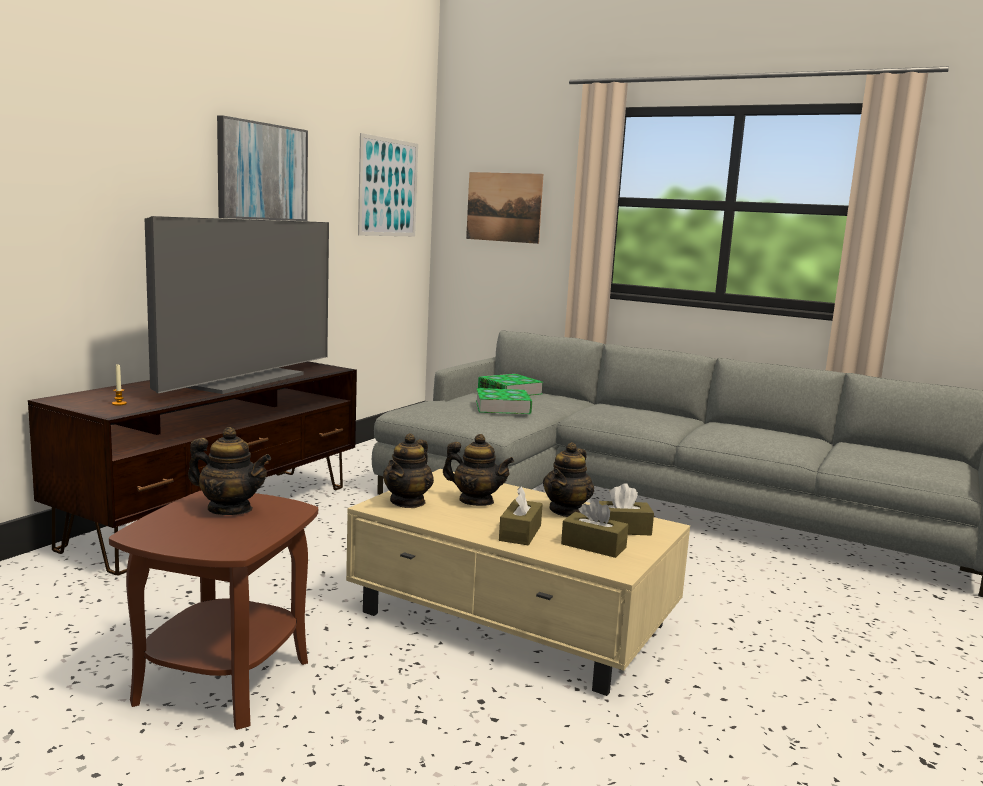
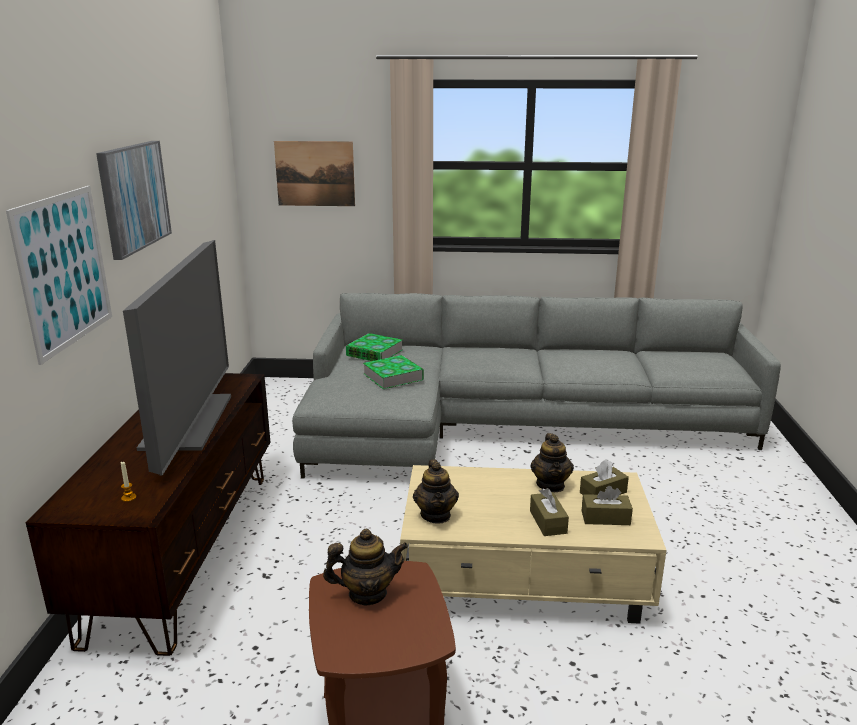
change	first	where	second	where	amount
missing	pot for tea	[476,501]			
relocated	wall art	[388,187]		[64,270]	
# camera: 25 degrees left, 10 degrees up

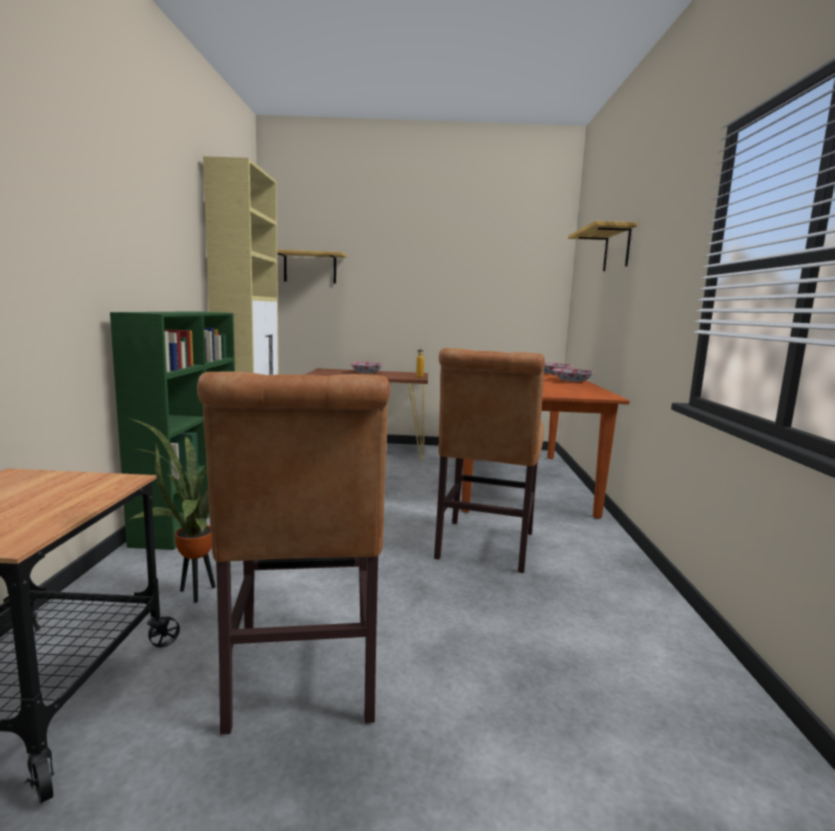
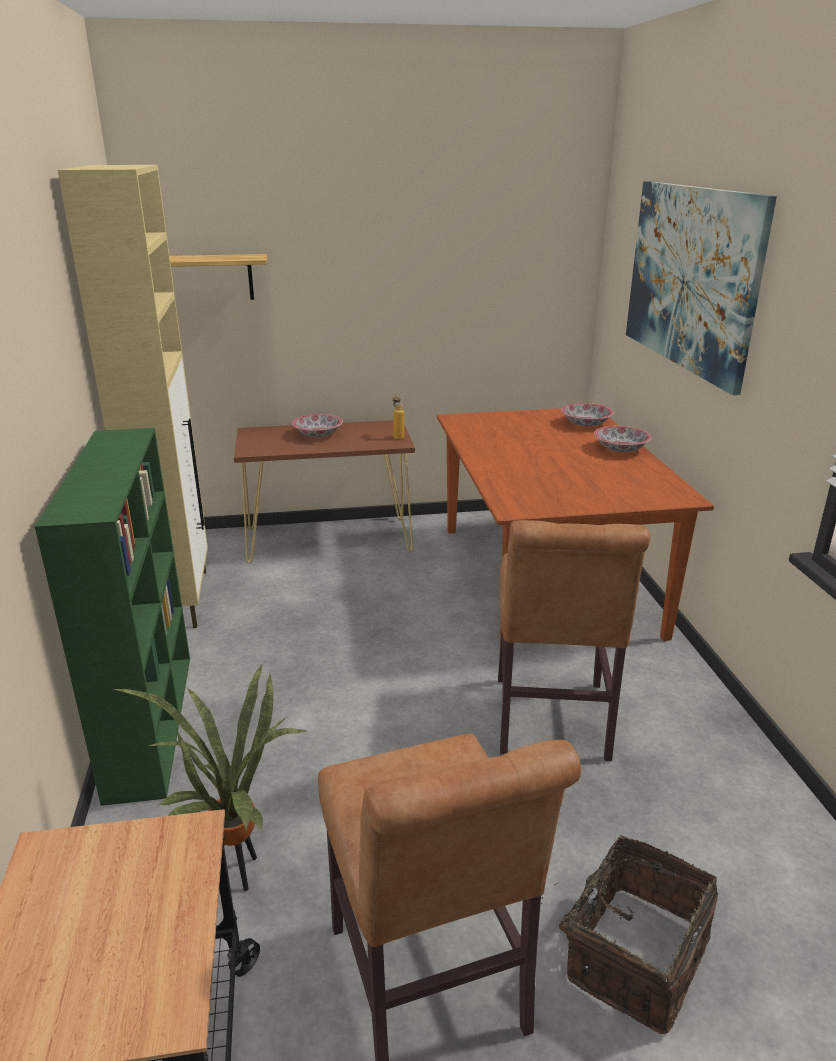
change	first	where	second	where	amount
appeared			household basket	[633,954]	
exchanged	shelf	[617,249]	wall art	[690,278]	
# camera: 10 degrees left, 15 degrees up

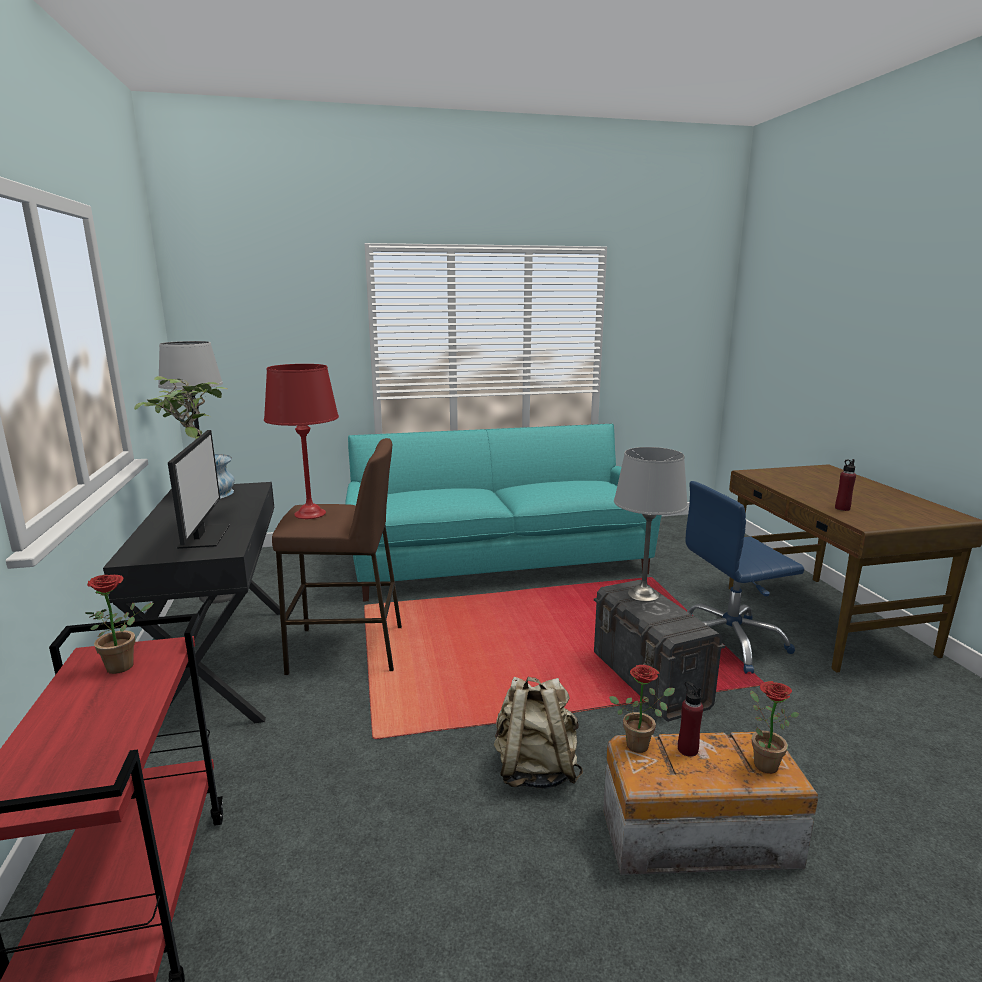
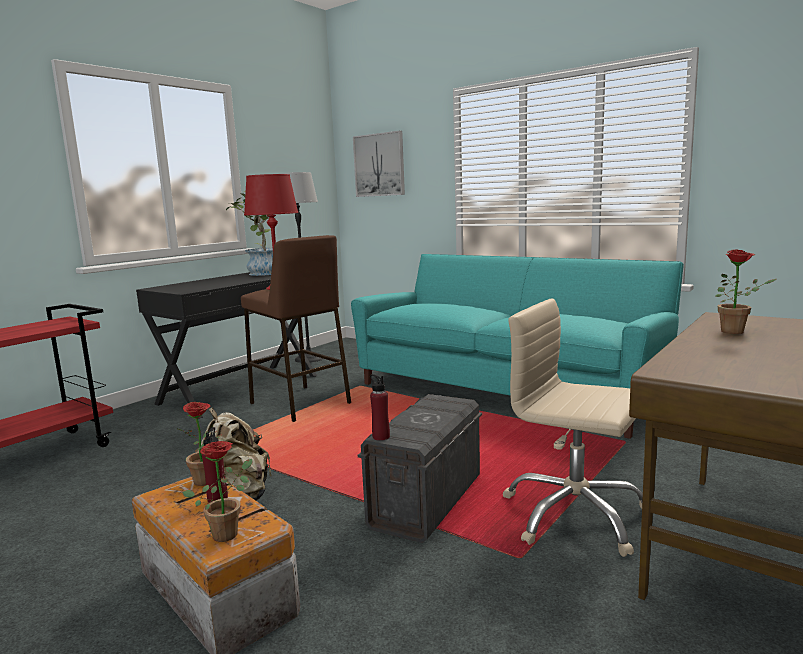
change	first	where	second	where	amount
missing	computer screen	[203,536]			
missing	grey table lamp	[642,595]			
appeared			wall art	[379,165]	
relocated	potted plant	[126,665]		[737,331]	
relocated	red-coloured beverage bottle	[842,508]		[381,437]	
colour	bluish computer chair	[729,642]	beige computer chair	[574,515]	
# camera: 50 degrees right, 5 degrees down

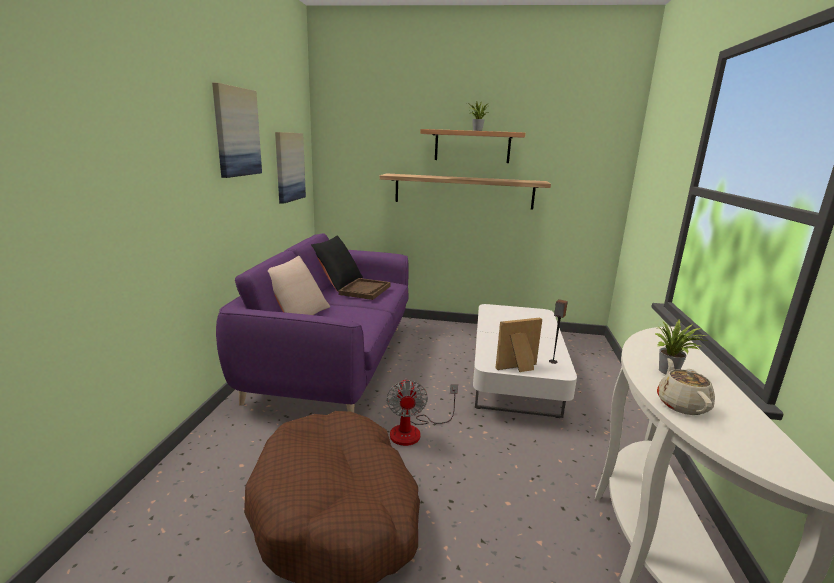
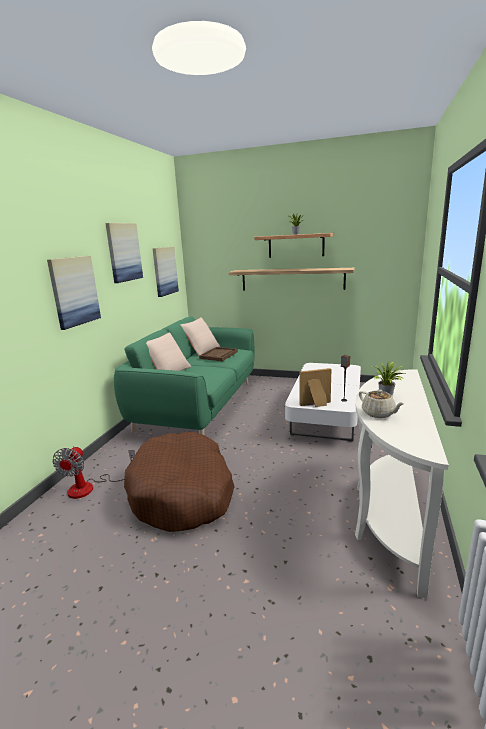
change	first	where	second	where	amount
appeared			wall art	[74,291]	
relocated	electric fan	[414,431]		[90,487]	
colour	purplish sofa	[333,361]	greenish sofa	[198,405]	
colour	black-coloured throw pillow	[338,282]	beige throw pillow	[201,350]	
spun	beige pot for tea	[681,404]		[378,413]	135 degrees clockwise
# camera: 10 degrees right, 0 degrees up

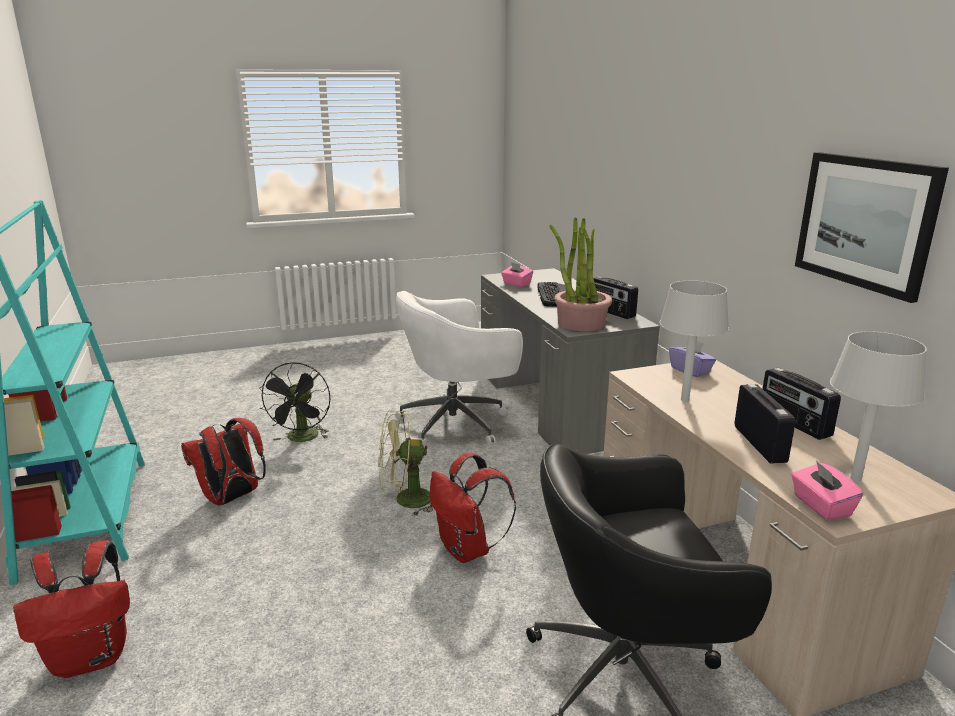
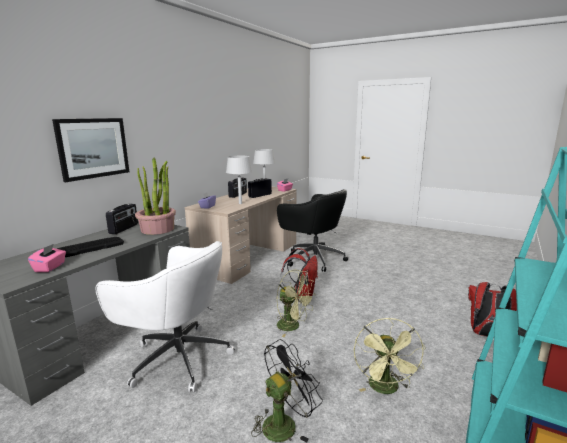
change	first	where	second	where	amount
relocated	wall art	[865,222]		[93,148]	
exchanged	red-coloured rucksack	[231,498]	greenish electric fan	[386,389]	
# camera: 130 degrees left, 5 degrees down

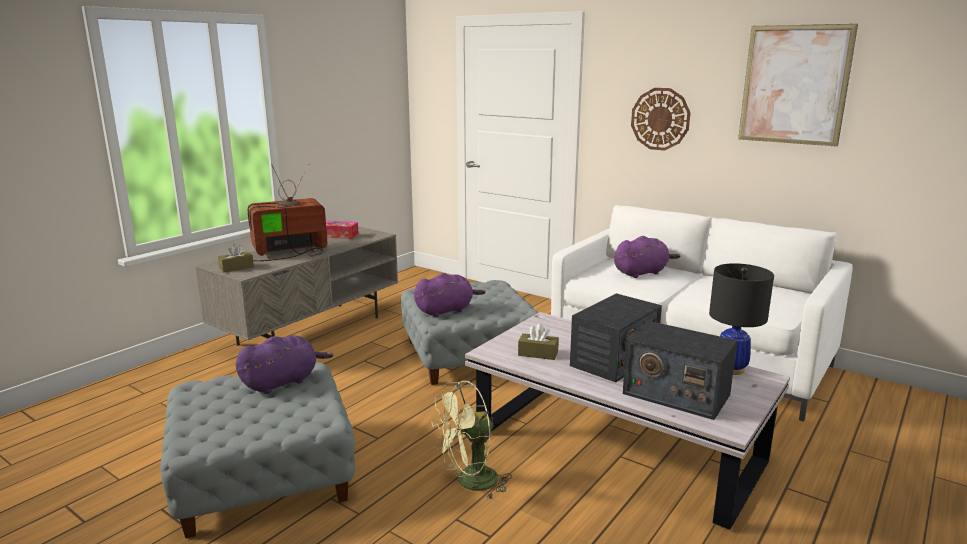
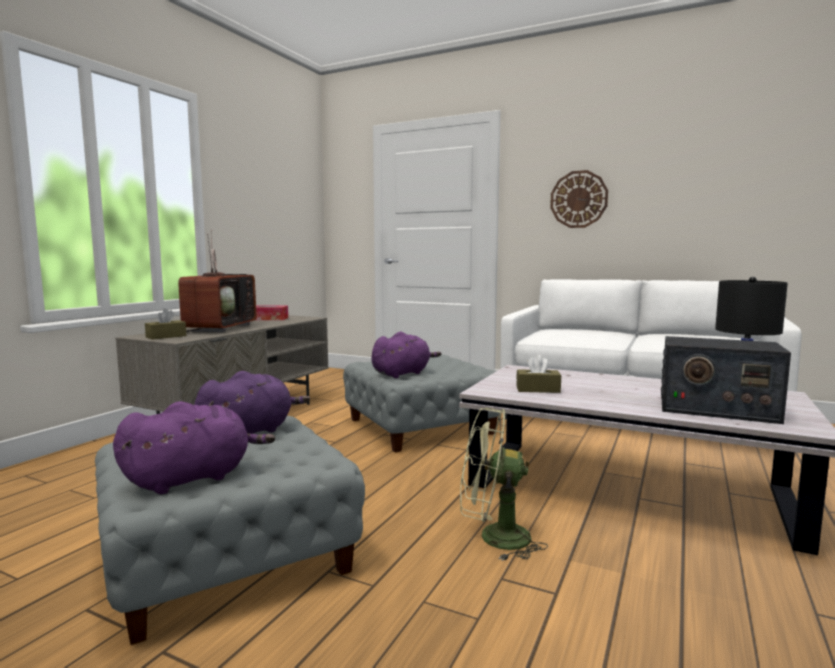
change	first	where	second	where	amount
missing	radio	[614,360]			
missing	wall art	[794,85]			
relocated	purplish cuddly toy	[642,273]		[193,478]	
spun	TV set	[288,252]		[220,327]	135 degrees clockwise
spun	greenish electric fan	[470,483]		[493,538]	45 degrees clockwise
# camera: 10 degrees left, 10 degrees down

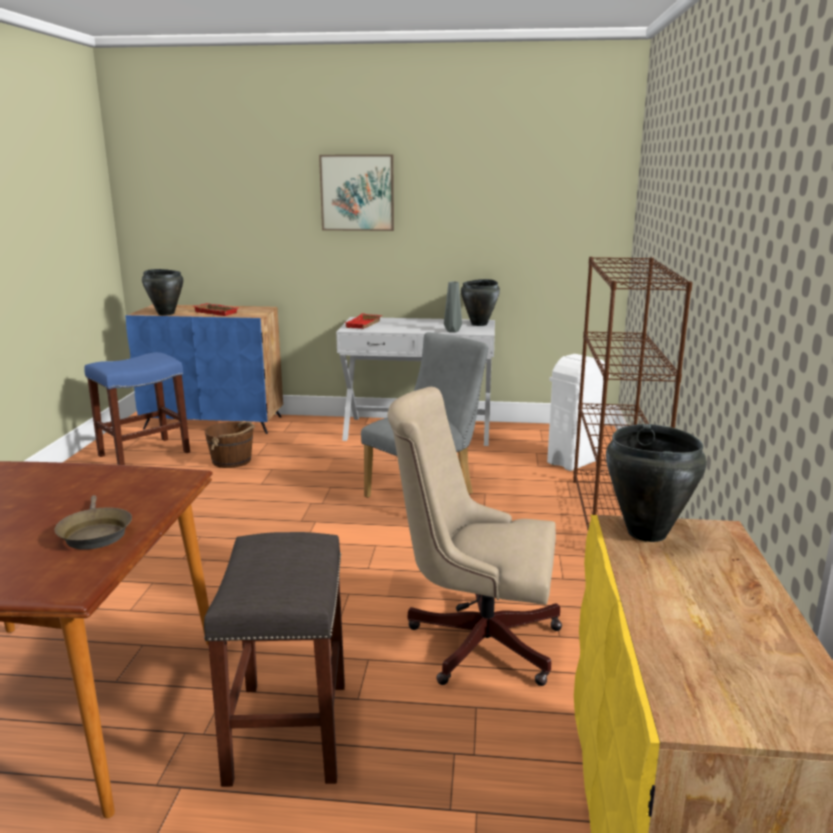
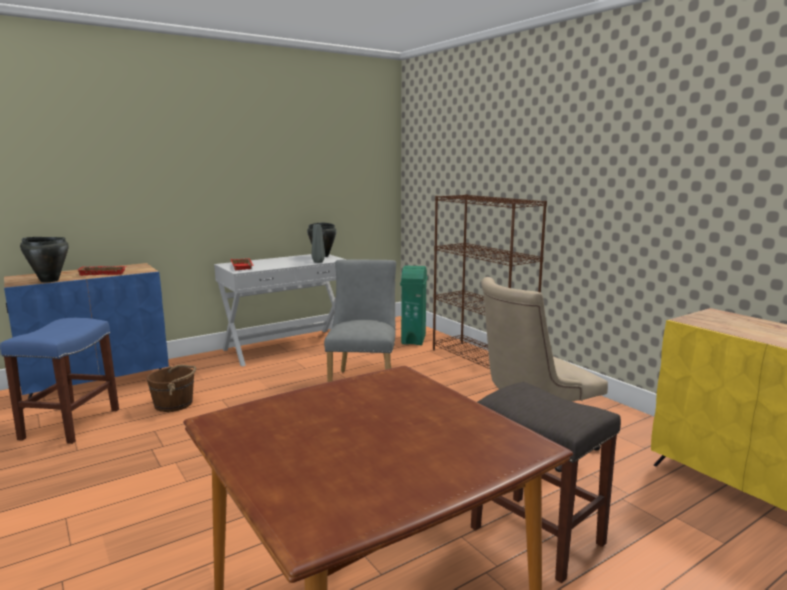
change	first	where	second	where	amount
missing	brownish pan	[95,533]			
missing	wall art	[357,193]			
missing	black-coloured cooking pot	[646,533]			
colour	white-coloured trash can	[574,461]	greenish trash can	[414,339]	
# camera: 40 degrees left, 5 degrees down

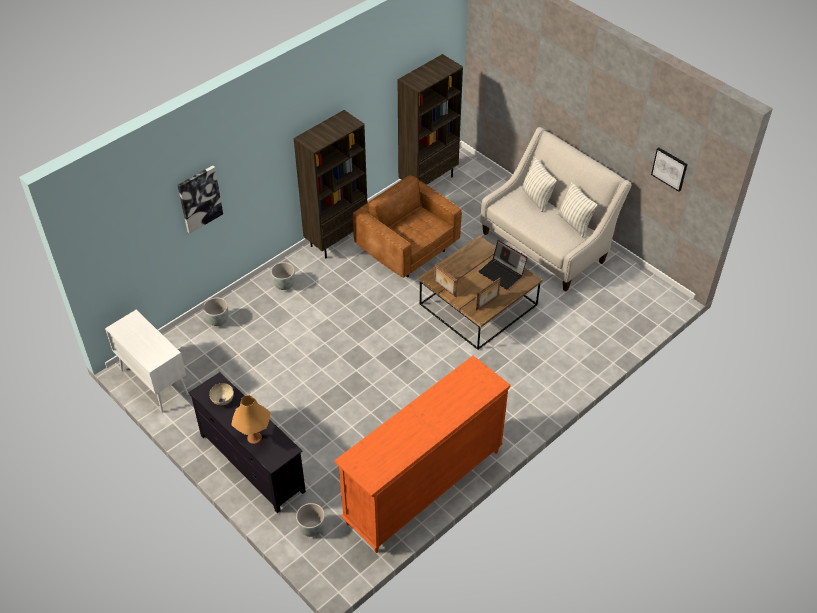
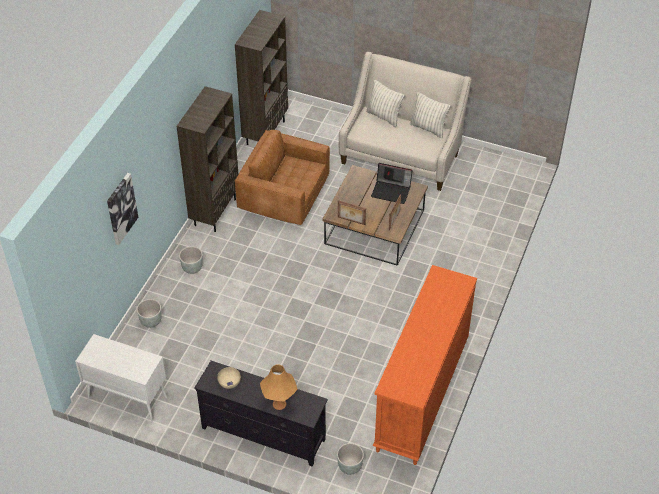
change	first	where	second	where	amount
missing	wall art	[669,168]			
# camera: 25 degrees left, 0 degrees up

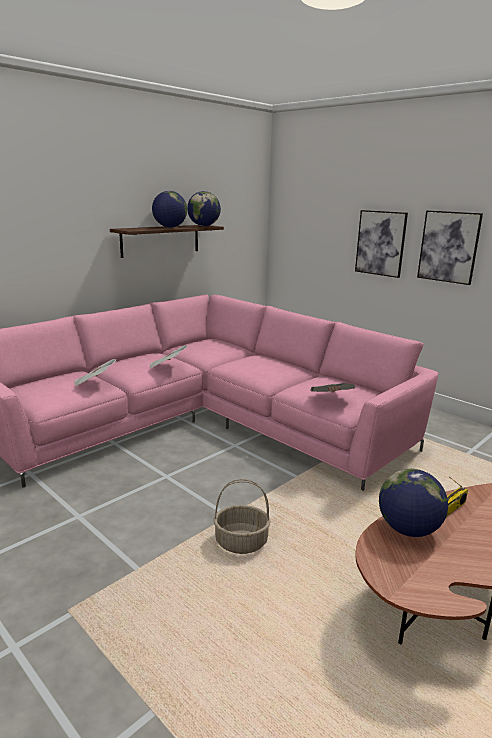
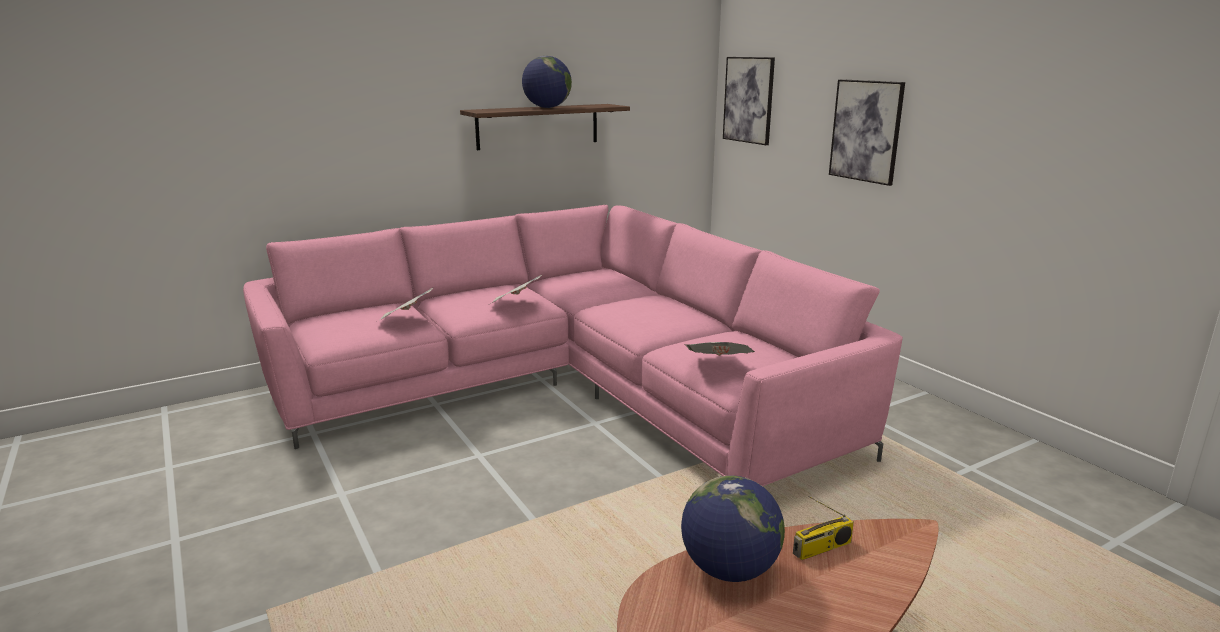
change	first	where	second	where	amount
missing	desk globe	[204,226]			
missing	household basket	[241,542]			
relocated	wall art	[448,247]		[748,100]	
# camera: 15 degrees right, 0 degrees up

